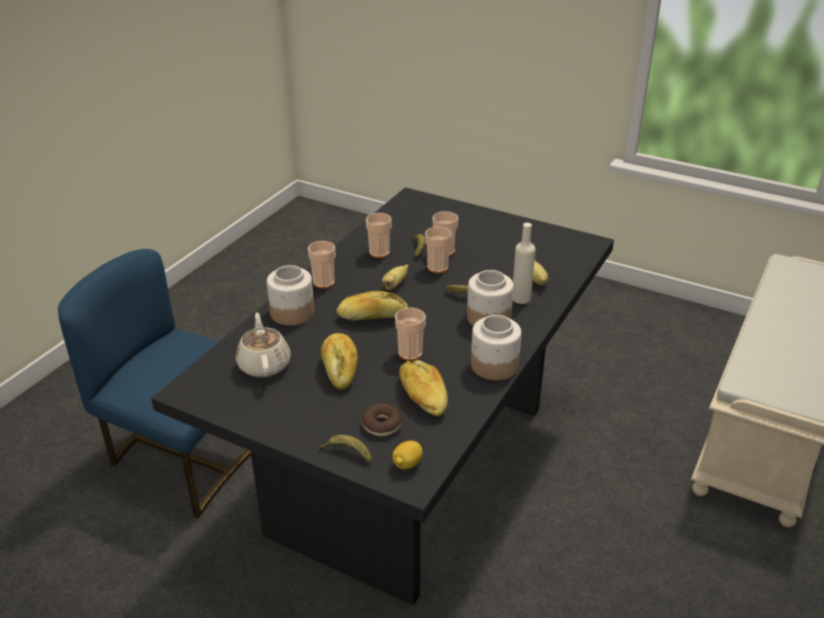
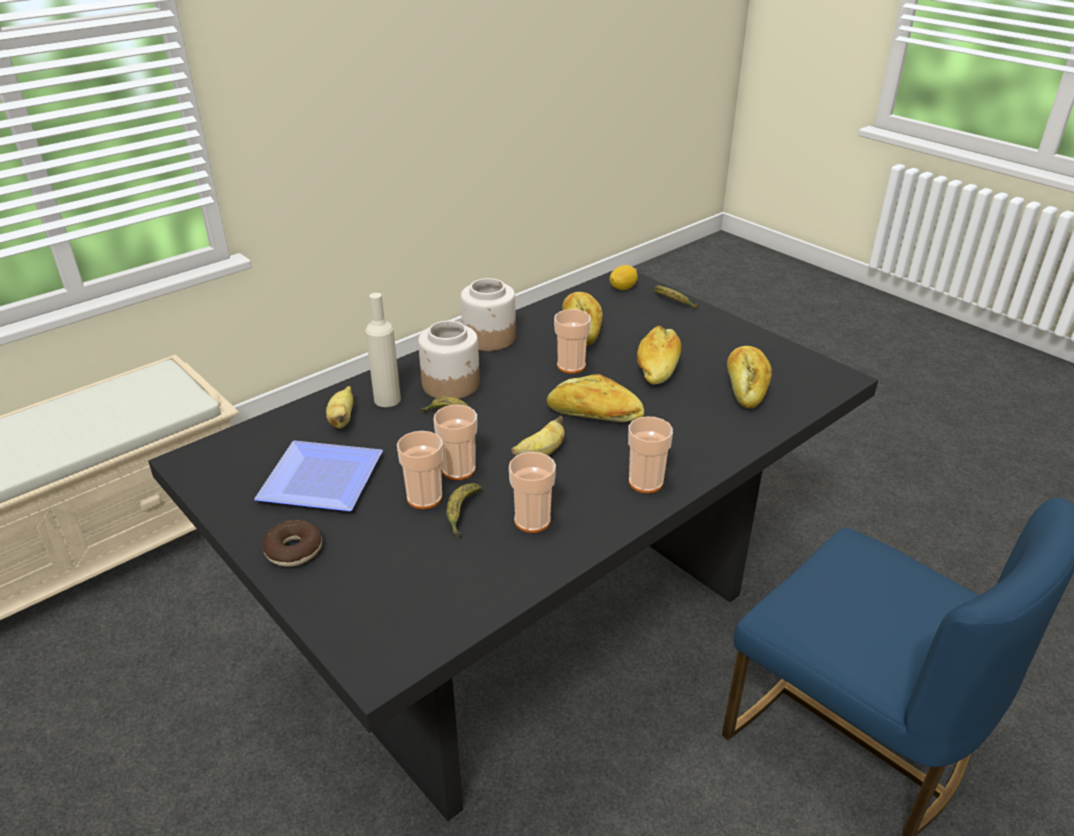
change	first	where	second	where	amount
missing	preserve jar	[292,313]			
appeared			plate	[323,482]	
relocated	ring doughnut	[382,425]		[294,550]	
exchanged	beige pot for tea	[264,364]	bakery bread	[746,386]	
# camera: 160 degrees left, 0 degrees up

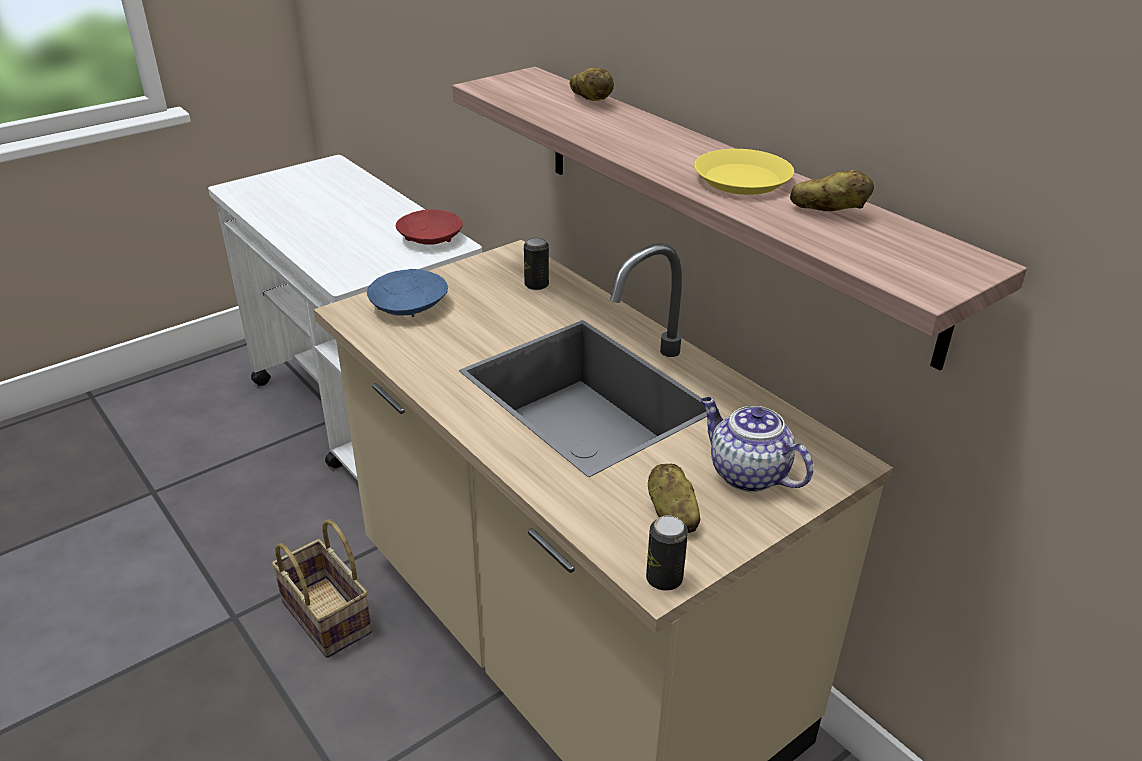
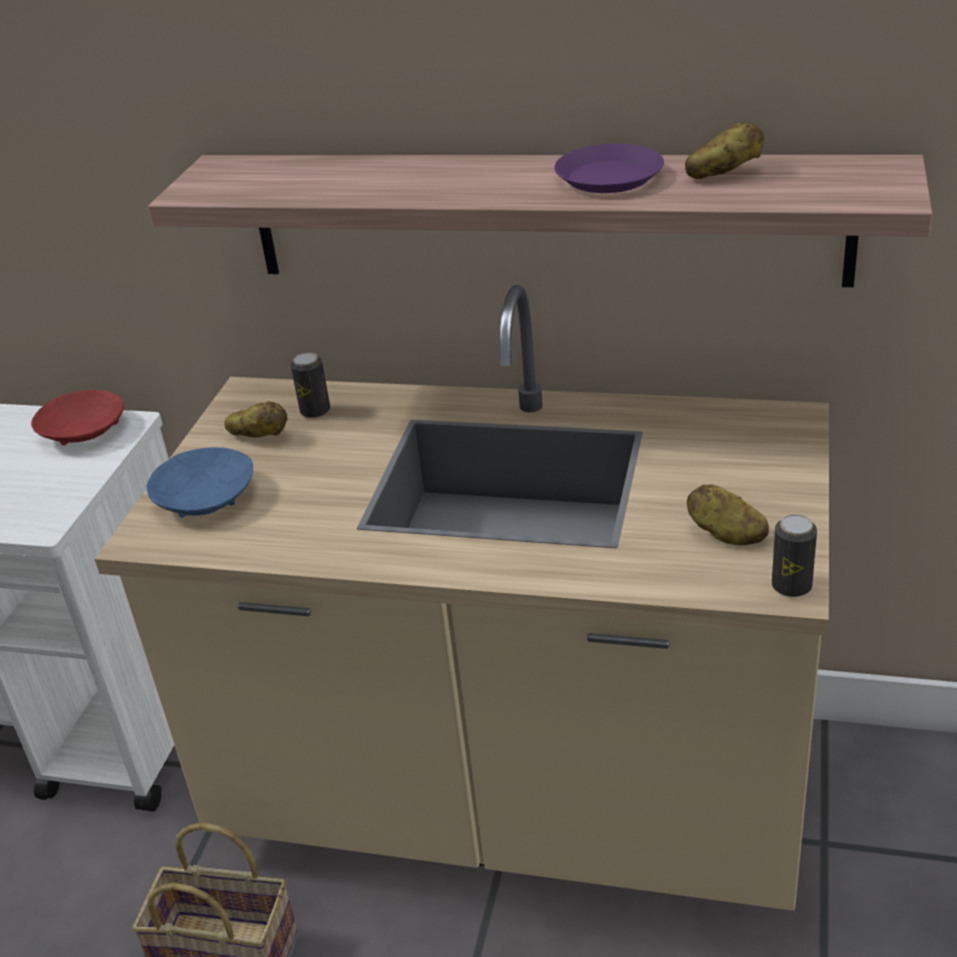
change	first	where	second	where	amount
missing	pot for tea	[746,473]			
relocated	spud	[591,101]		[260,437]	
colour	yellow-coloured plate	[741,179]	purplish plate	[608,177]	
# camera: 35 degrees left, 0 degrees up

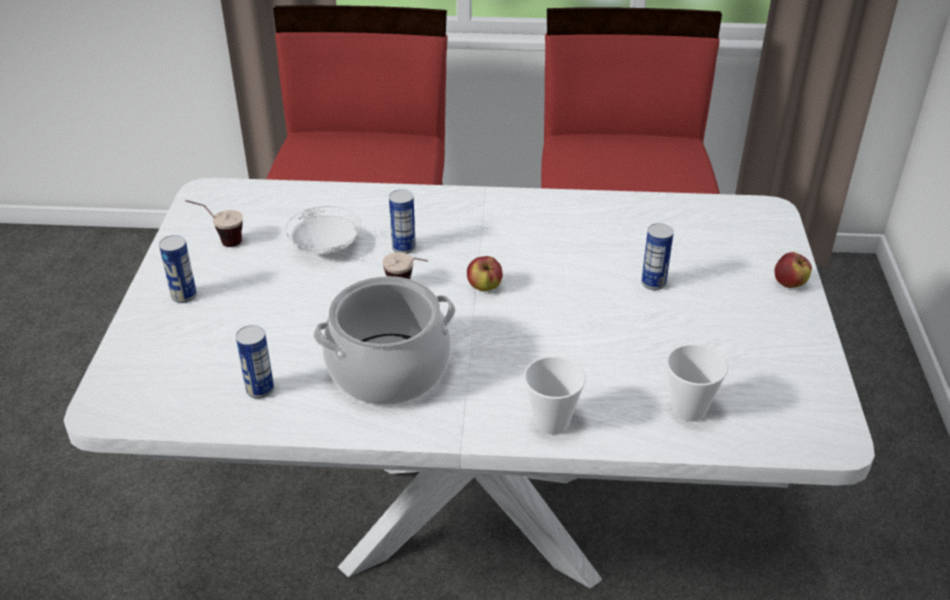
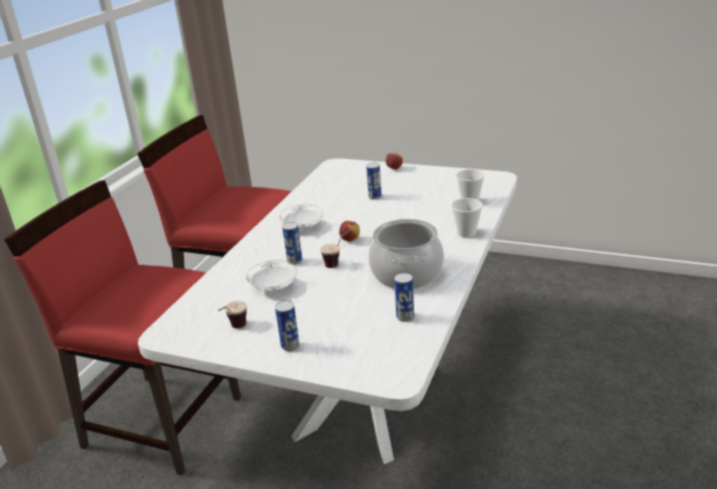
change	first	where	second	where	amount
appeared			white-coloured plate	[302,227]	
# camera: 70 degrees left, 10 degrees down

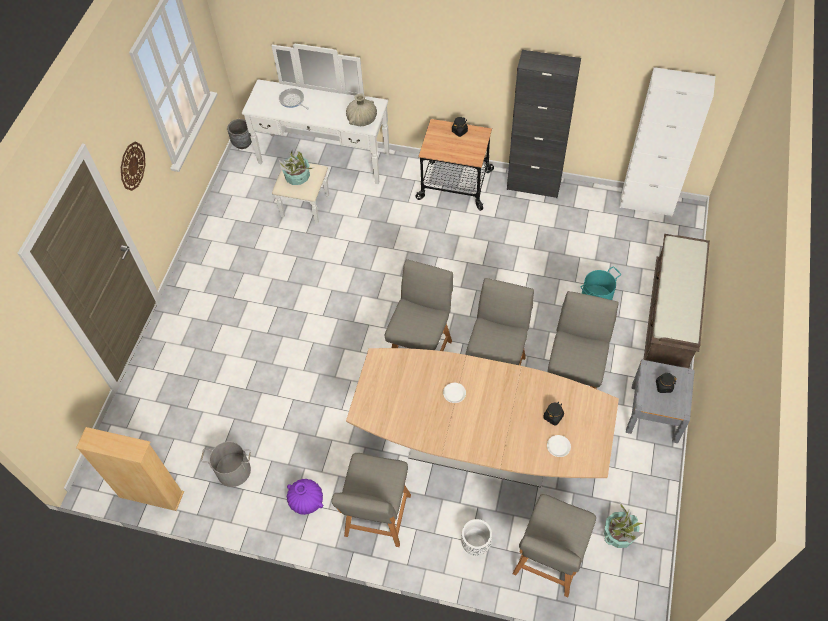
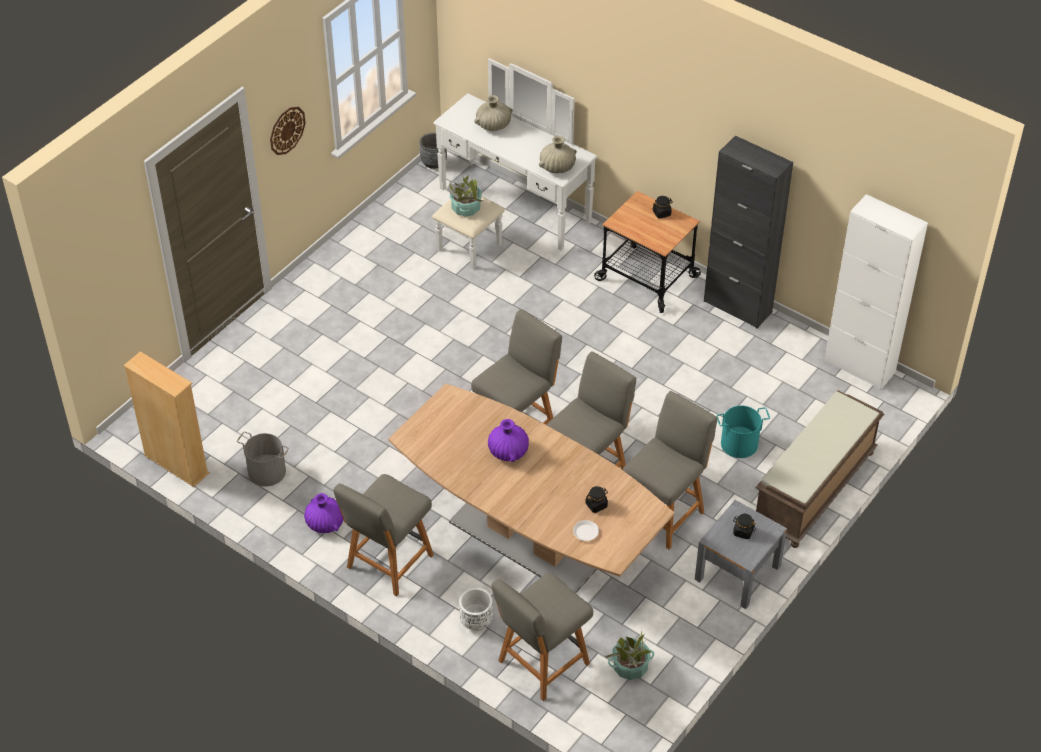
change	first	where	second	where	amount
exchanged	pan	[292,100]	beige flower vase	[493,125]	
exchanged	white-coloured plate	[454,394]	purplish flower vase	[508,452]	
# camera: 20 degrees right, 10 degrees down

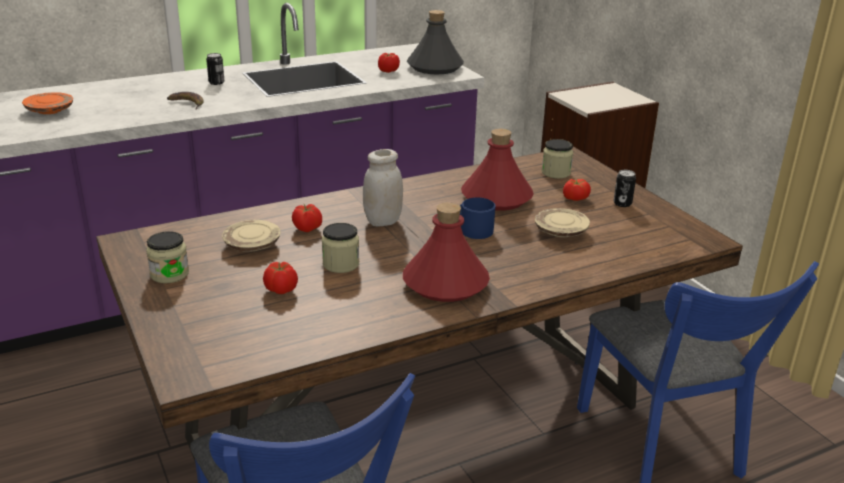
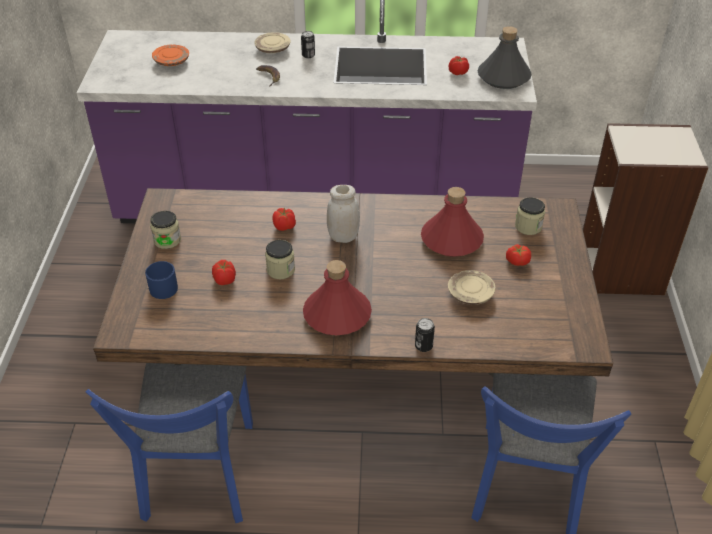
change	first	where	second	where	amount
relocated	beige plate	[252,245]		[273,49]	
relocated	bluish tea mug	[473,229]		[163,286]	
relocated	metal can	[622,203]		[423,346]	
# camera: 30 degrees right, 15 degrees up

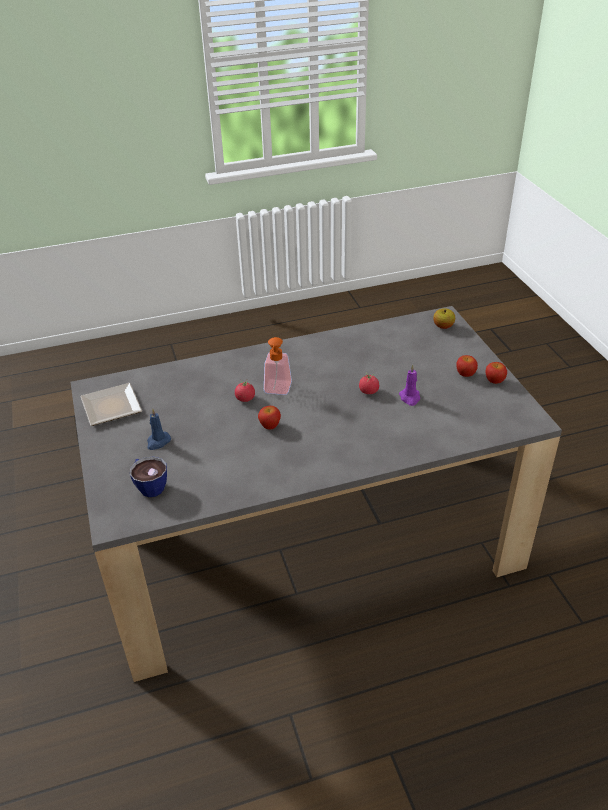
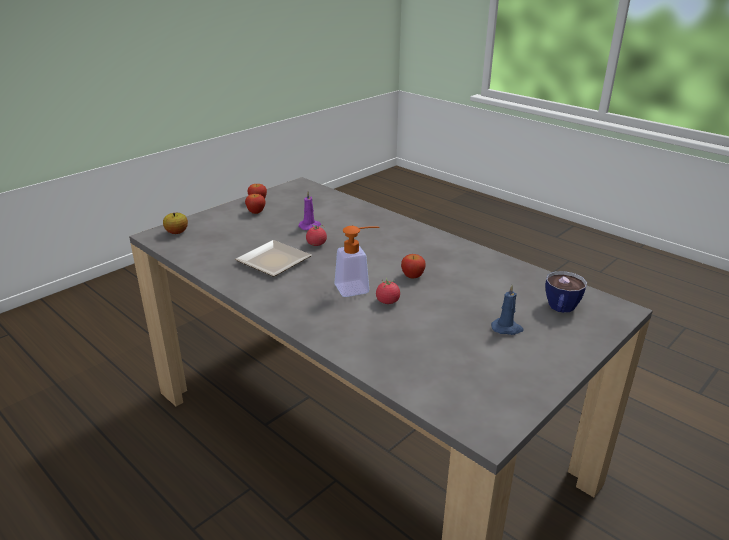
change	first	where	second	where	amount
relocated	plate	[114,407]		[274,260]	
# camera: 120 degrees left, 10 degrees down

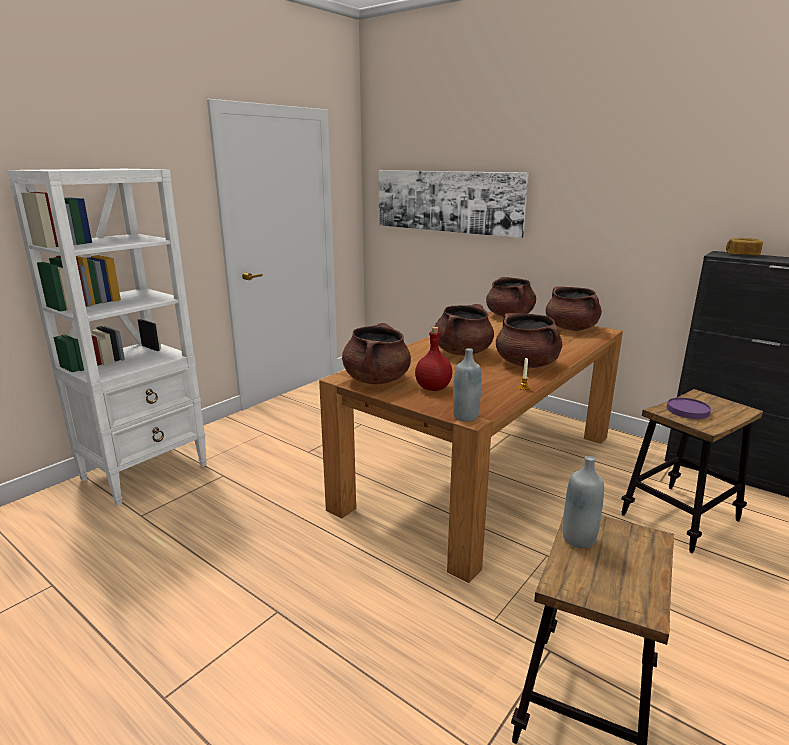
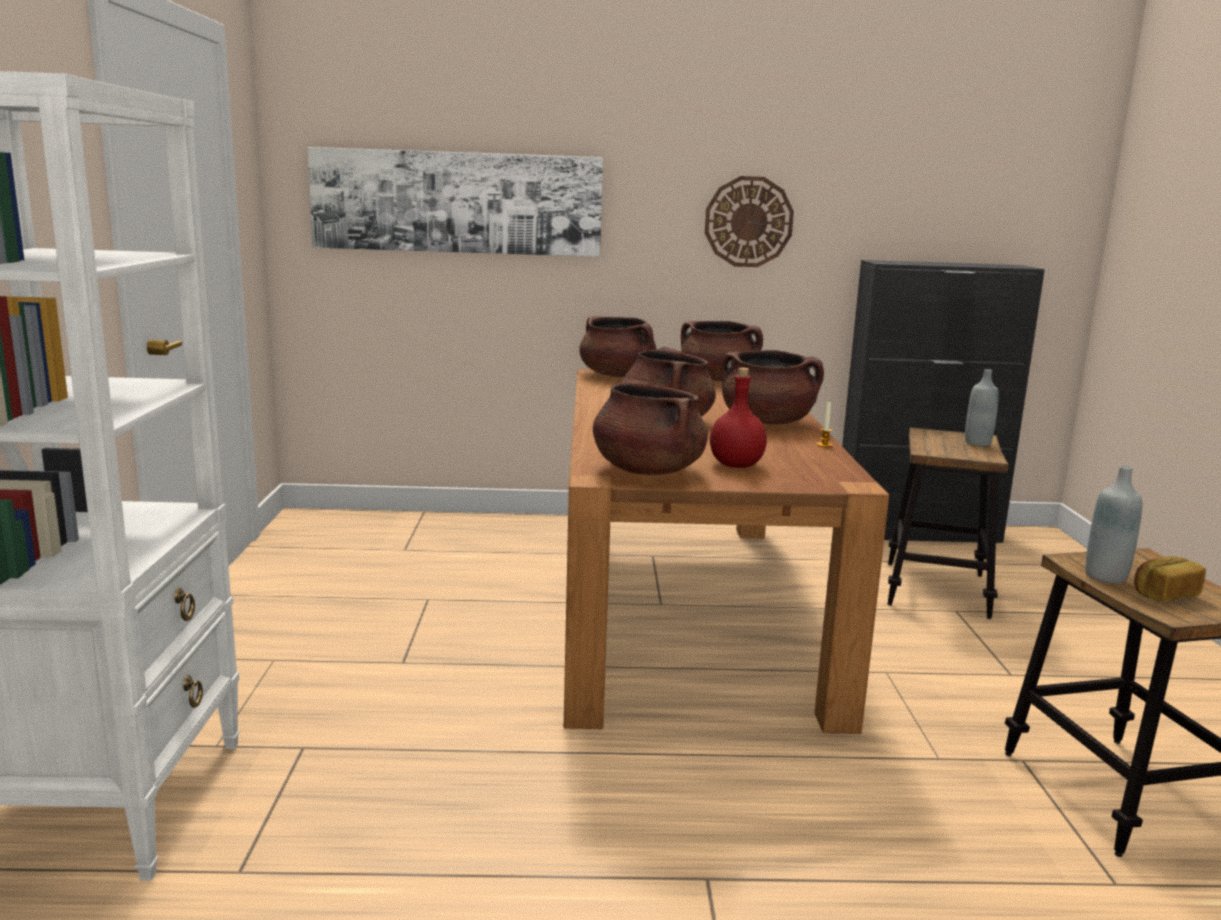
change	first	where	second	where	amount
missing	purplish plate	[687,410]			
appeared			wall clock	[748,222]	
relocated	grey beverage bottle	[465,416]		[977,443]	
relocated	bakery bread	[742,255]		[1164,594]	
# camera: 40 degrees left, 5 degrees down

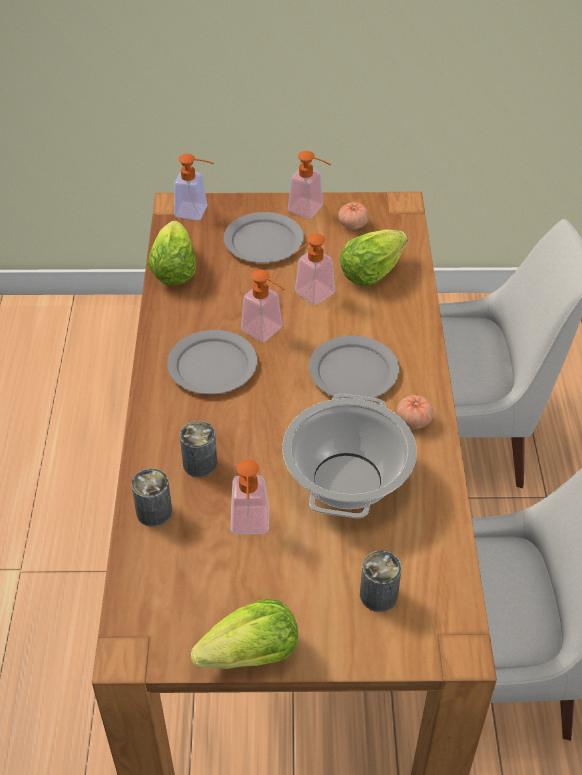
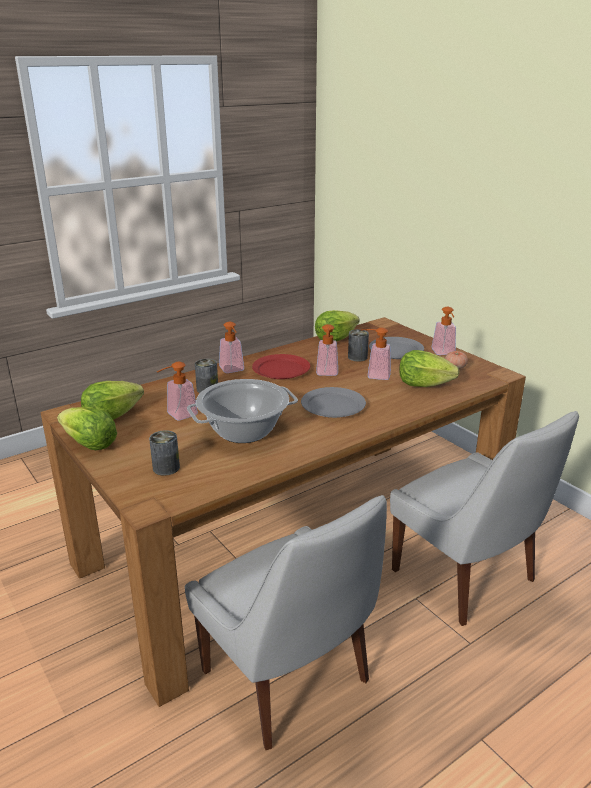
change	first	where	second	where	amount
missing	whole tomato	[413,420]			
appeared			lettuce	[111,416]	
relocated	metal can	[154,512]		[357,357]	
relocated	soap dispenser	[197,212]		[233,370]	
colour	grey plate	[211,365]	red-coloured plate	[281,369]	
# camera: 55 degrees right, 20 degrees down

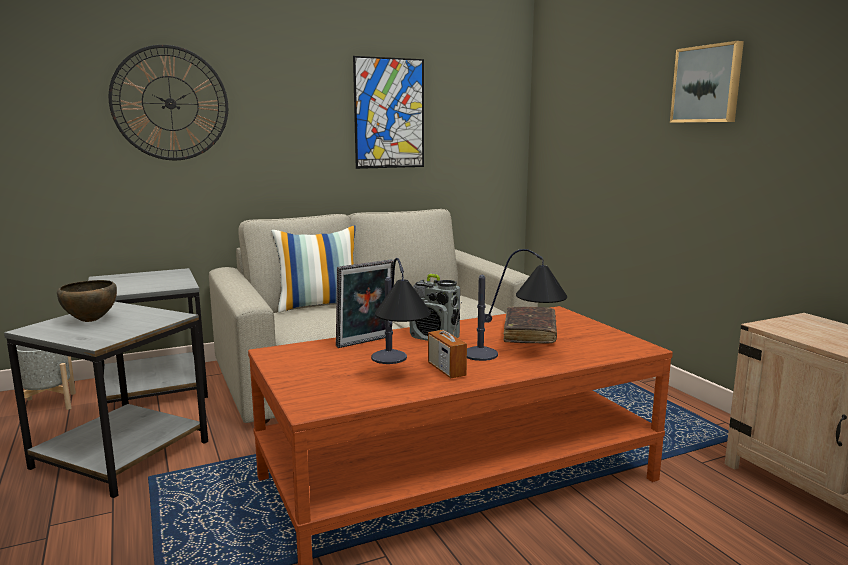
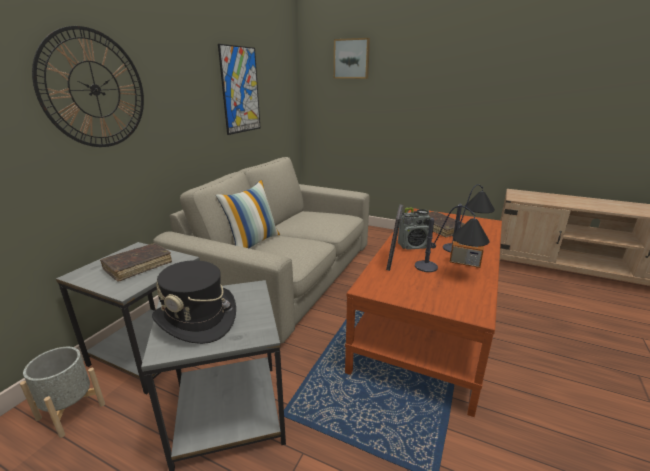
change	first	where	second	where	amount
appeared			brownish bound book	[138,266]	
relocated	wall art	[707,84]		[351,59]	
exchanged	brownish serving bowl	[91,321]	black-coloured wearable hat	[197,319]	
# camera: 40 degrees left, 10 degrees up

